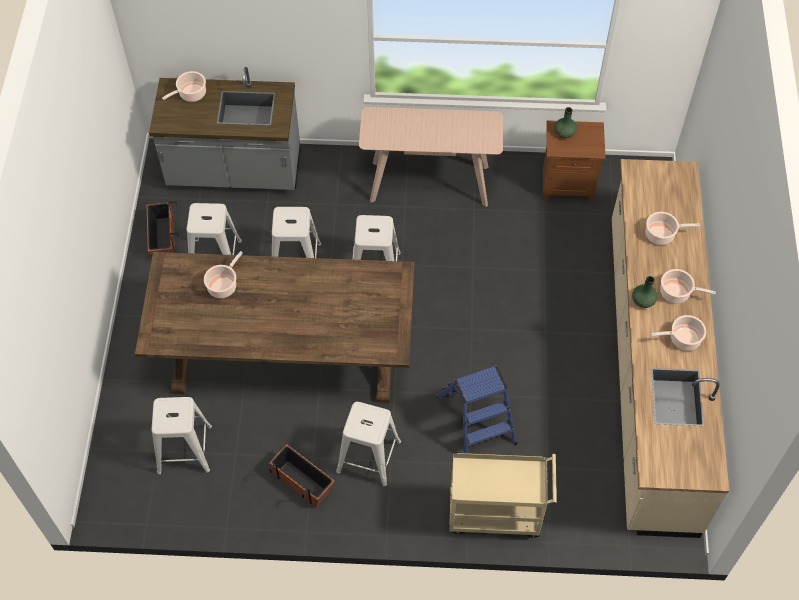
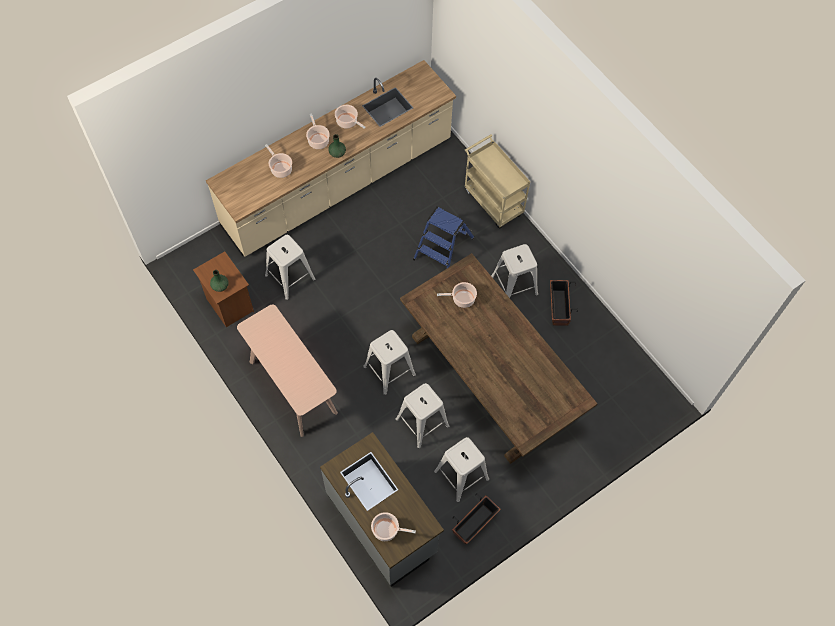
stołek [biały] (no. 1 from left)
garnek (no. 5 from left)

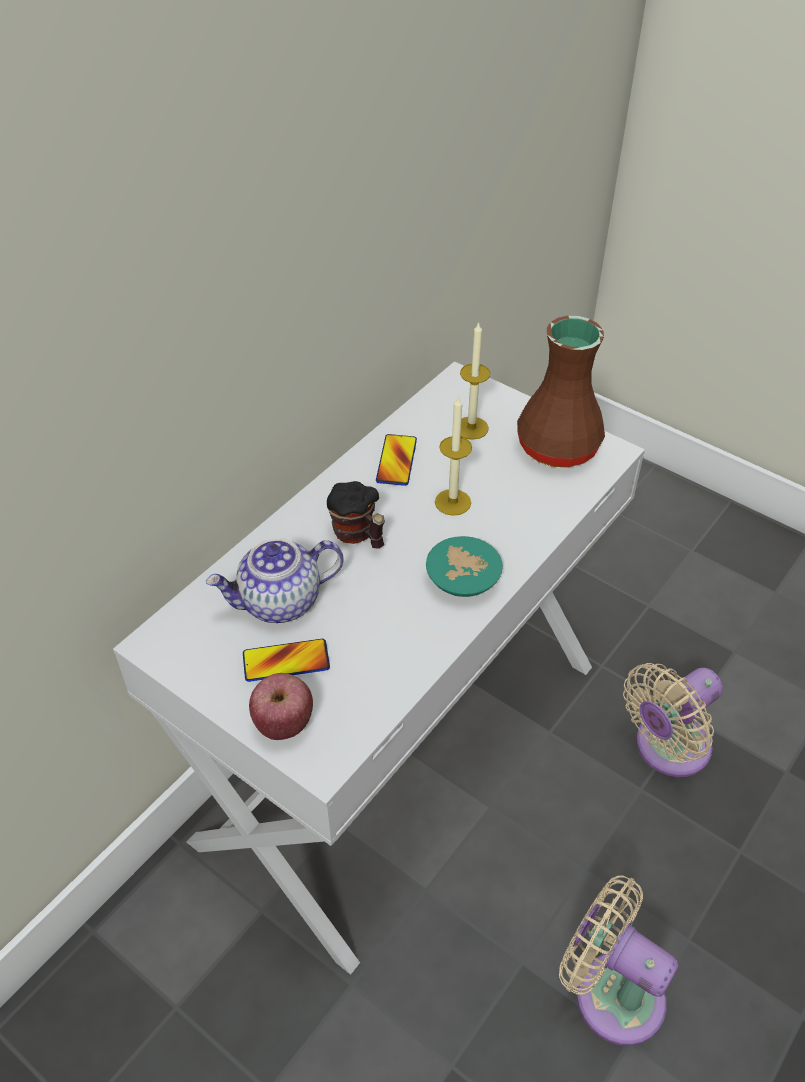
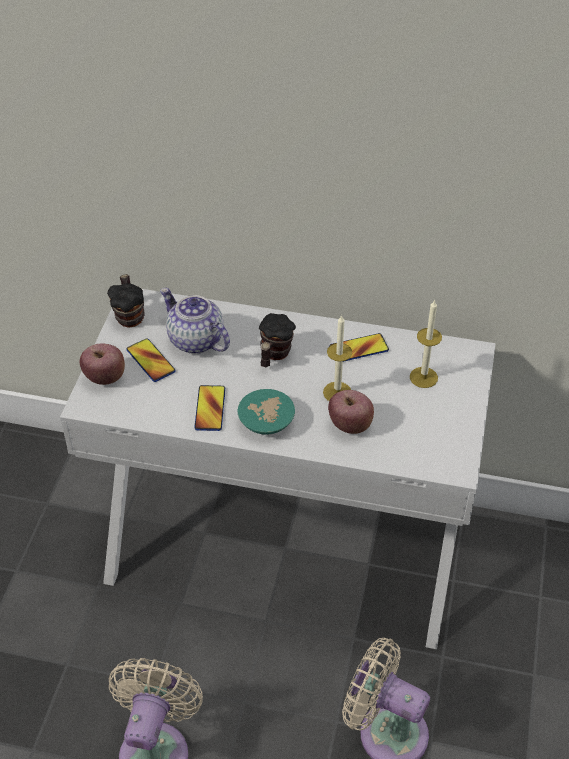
wazon [brązowy]
kubek (no. 1 from left)
telefon (no. 2 from left)
jabłko (no. 2 from left)

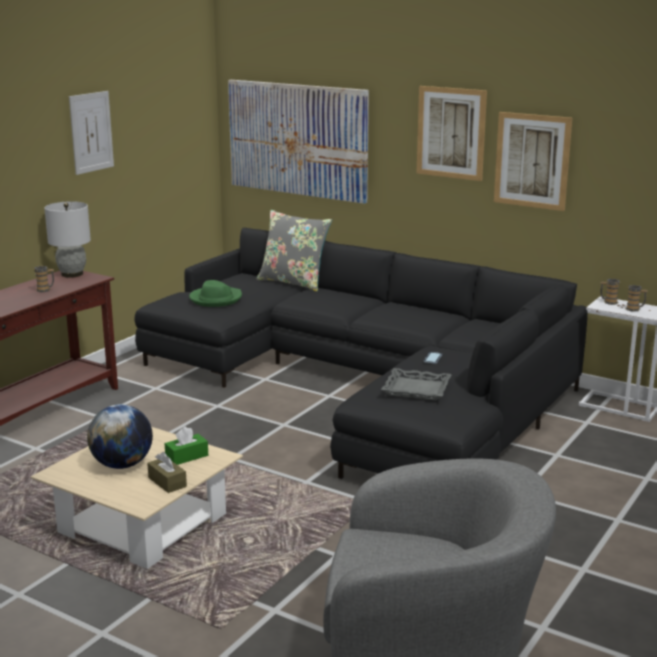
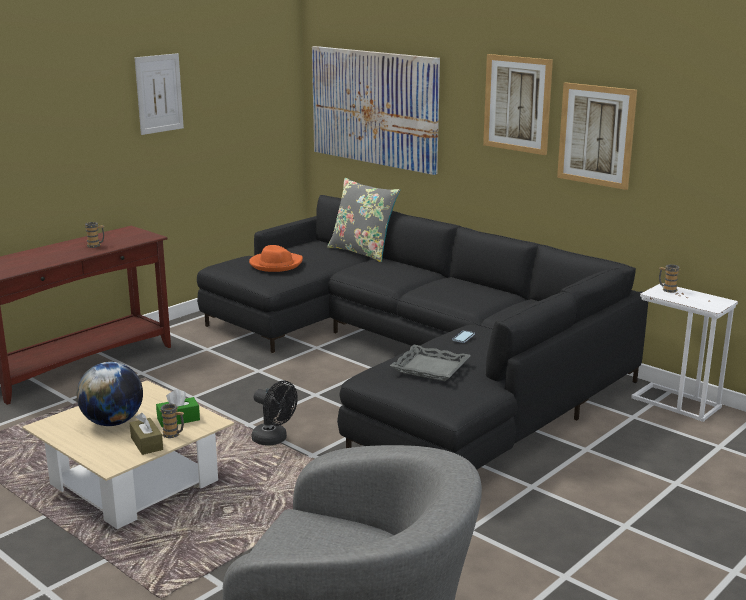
lampa stołowa [biały]
kapelusz [pomarańczowy]
kubek (no. 2 from left)
wentylator [czarny]

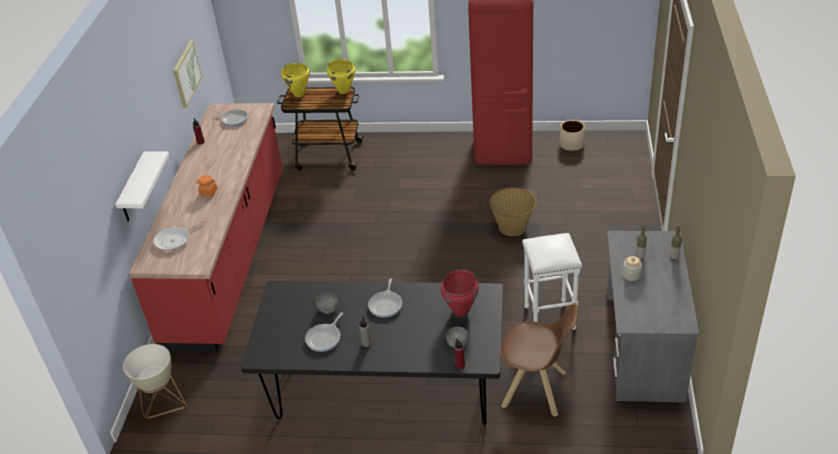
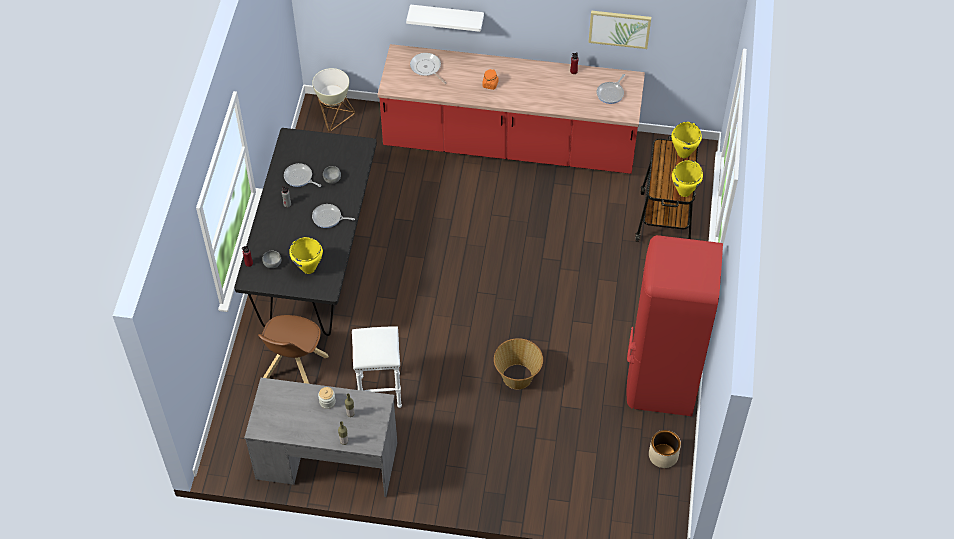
garnek [żółty] (no. 1 from left)

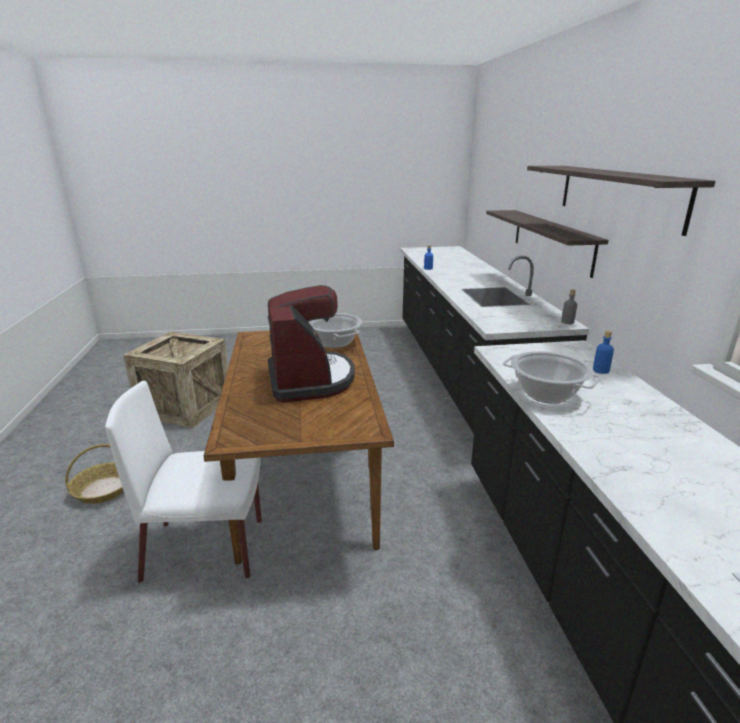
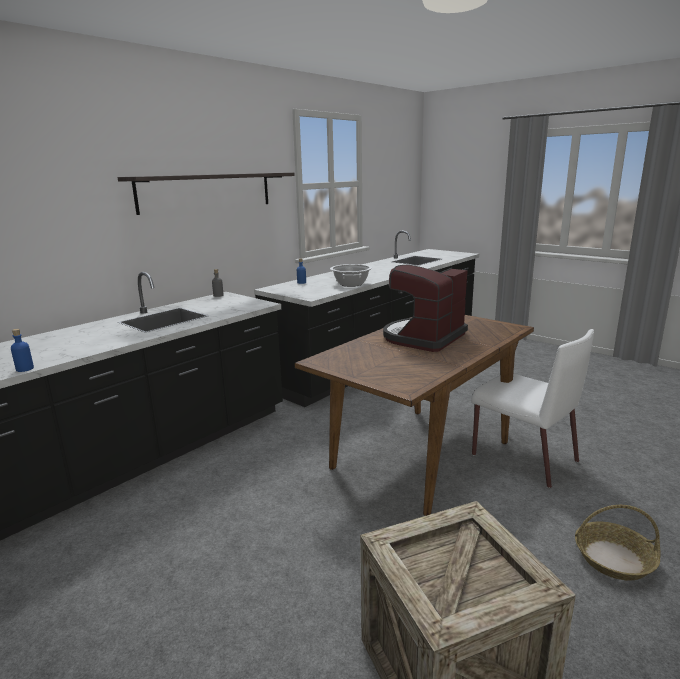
garnek (no. 1 from left in the first image)
półka (no. 1 from left in the first image)

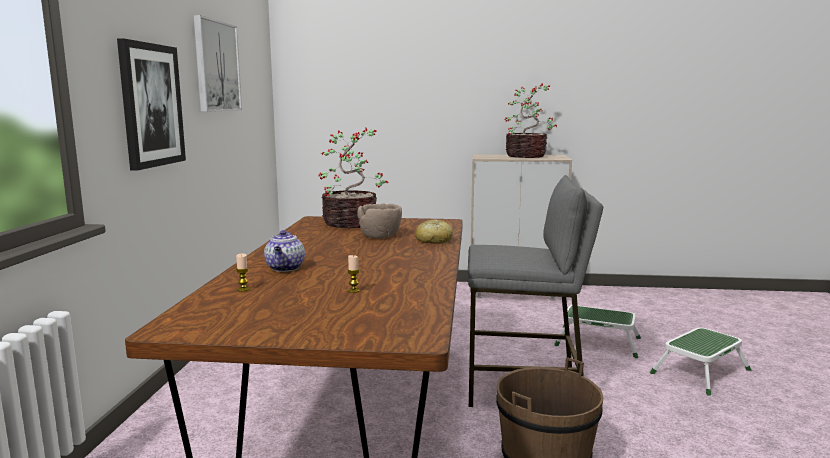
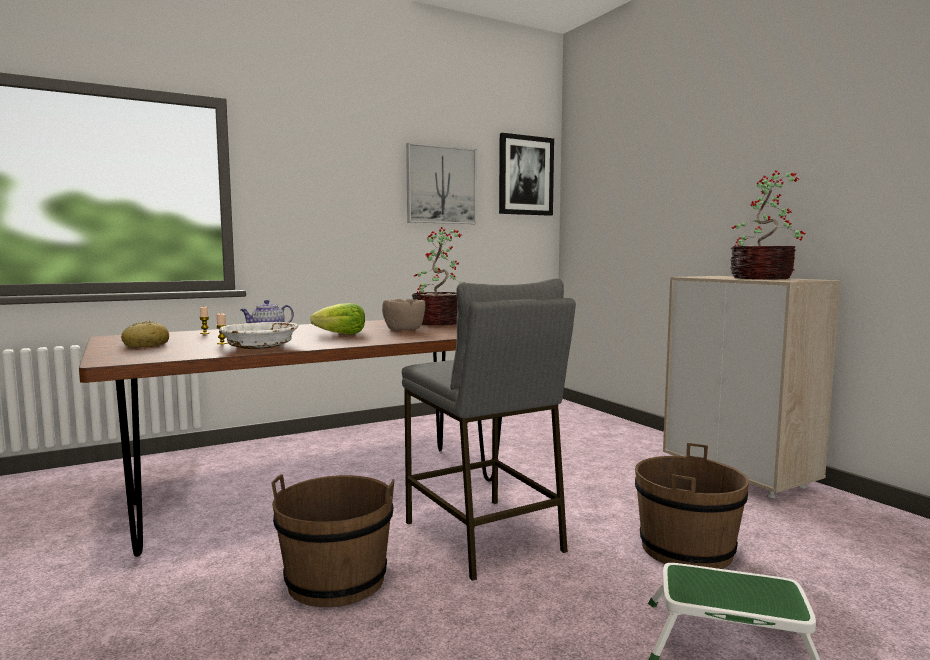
obraz (no. 2 from left)
chleb
wiadro [brązowy] (no. 2 from left)
miska [biały]
sałata

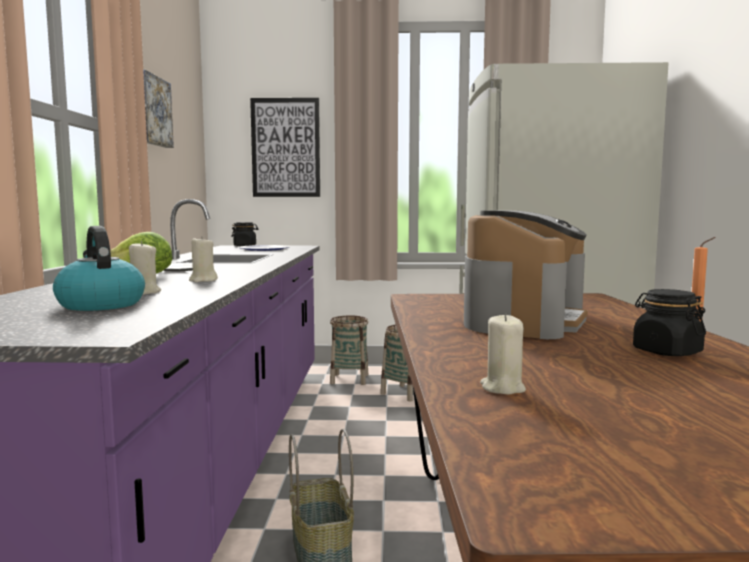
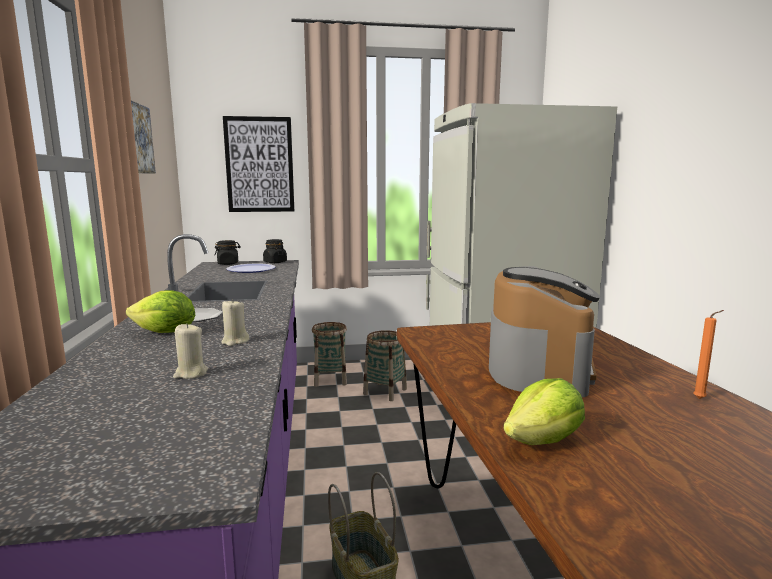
czajnik
świeca [beżowy] (no. 3 from left in the first image)
słoik [czarny] (no. 2 from left)
sałata (no. 2 from left)

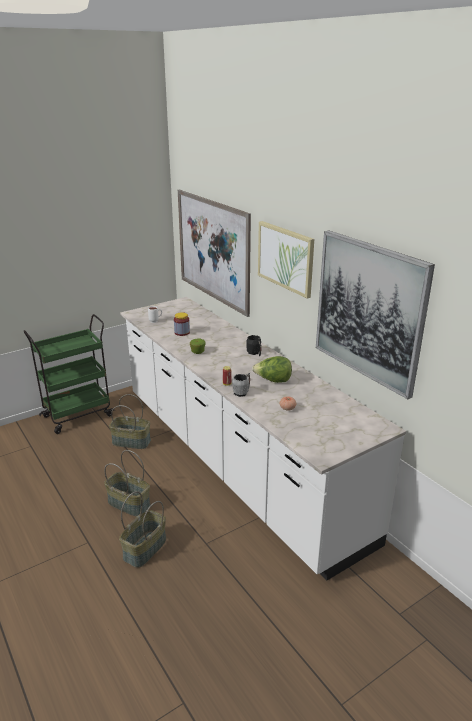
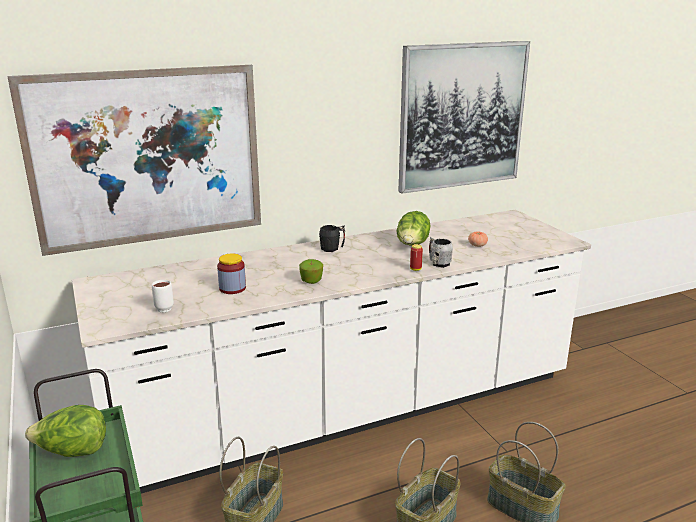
obraz (no. 2 from left in the first image)
sałata (no. 1 from left)

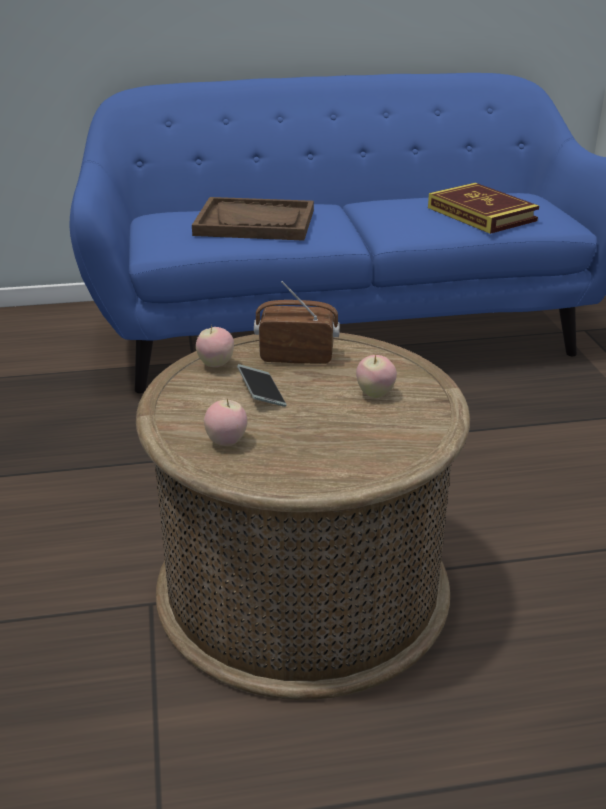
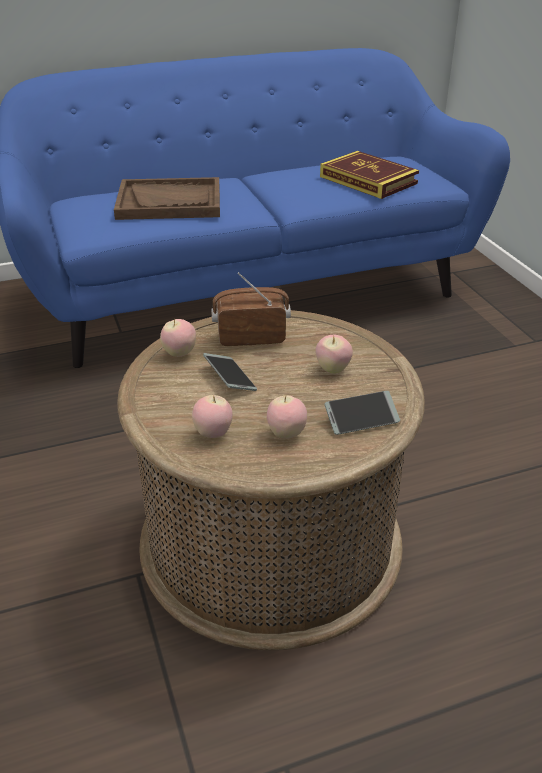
jabłko (no. 3 from left)
telefon (no. 2 from left)

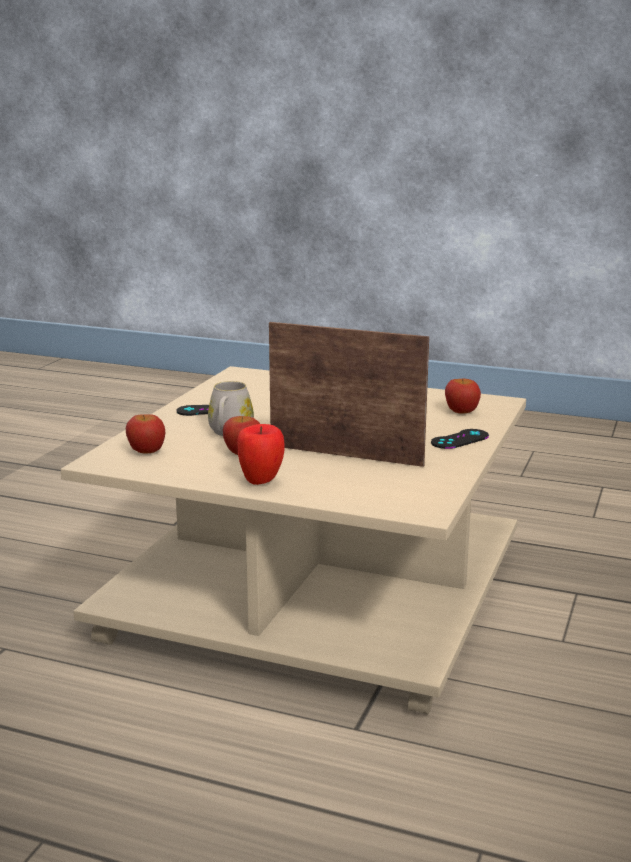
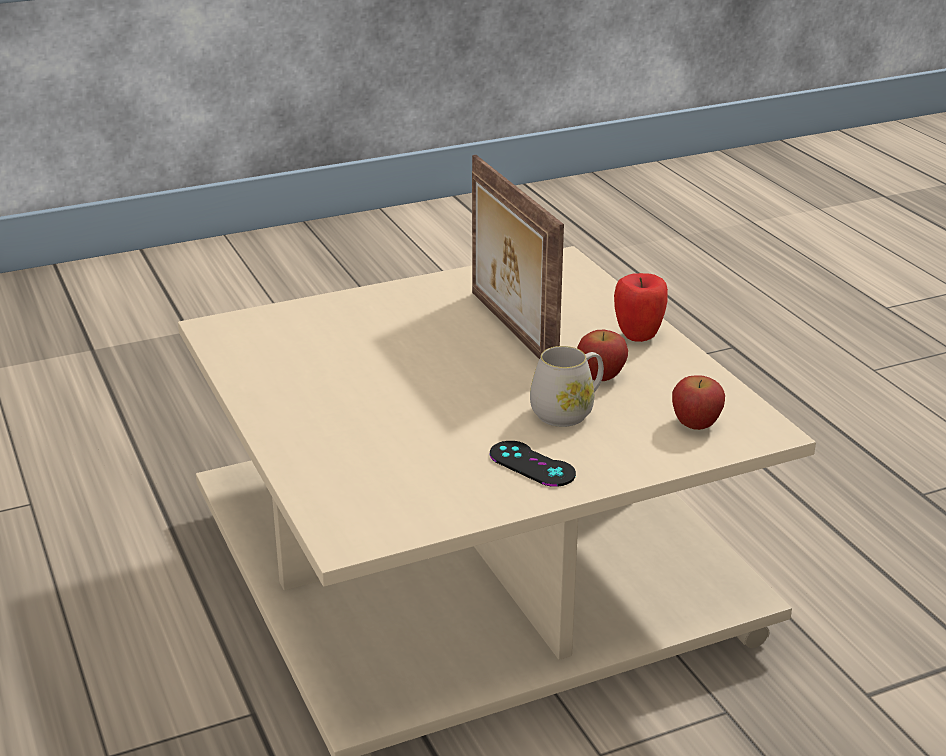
pad do gier [czarny] (no. 2 from left in the first image)
jabłko (no. 4 from left in the first image)

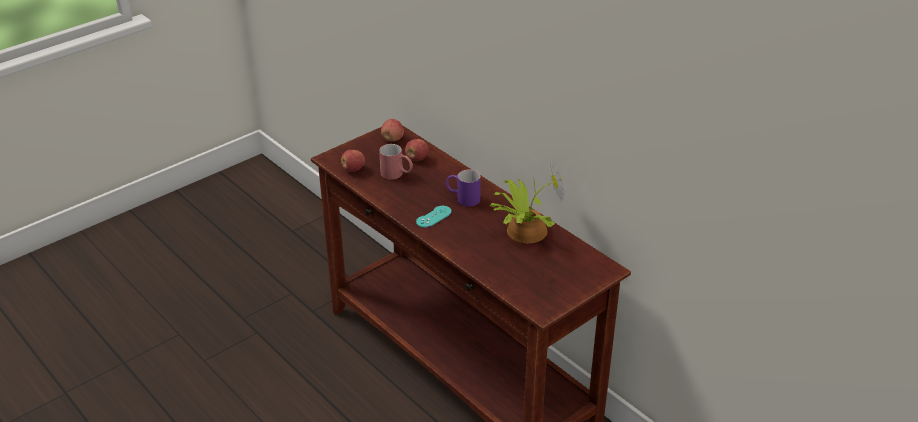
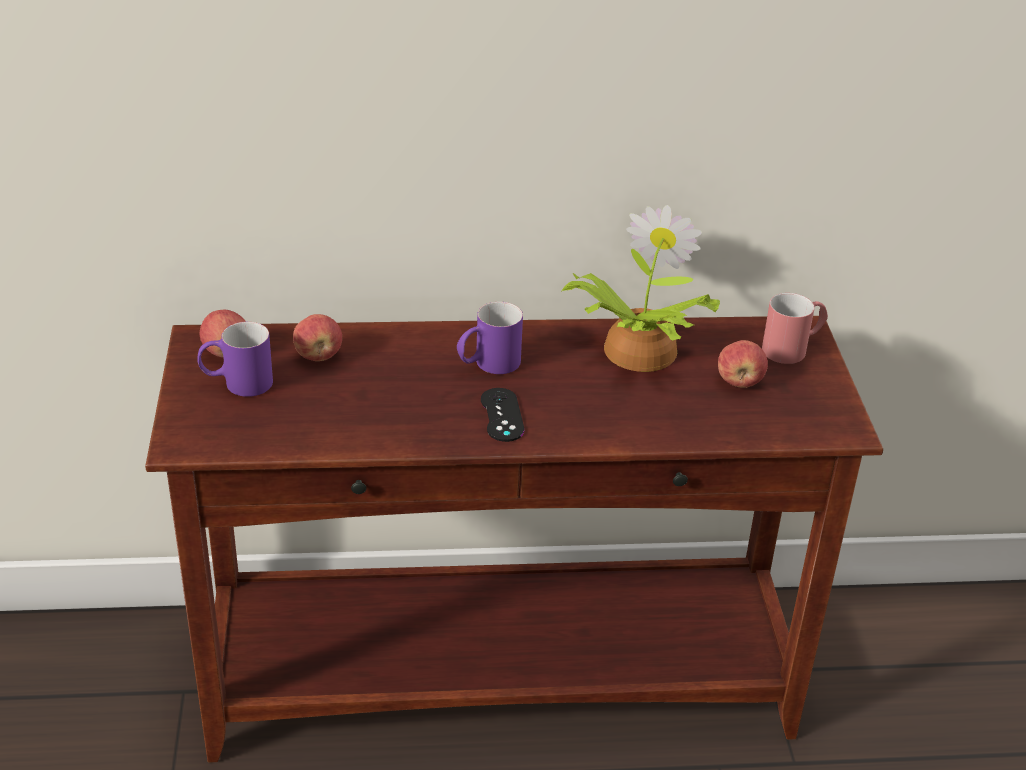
jabłko (no. 3 from left)
kubek [czerwony]
pad do gier [czarny]
kubek [fioletowy] (no. 1 from left)

